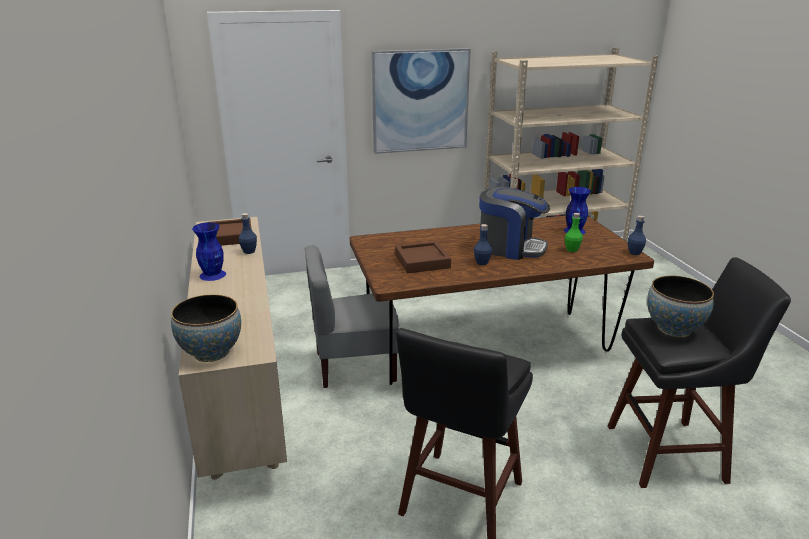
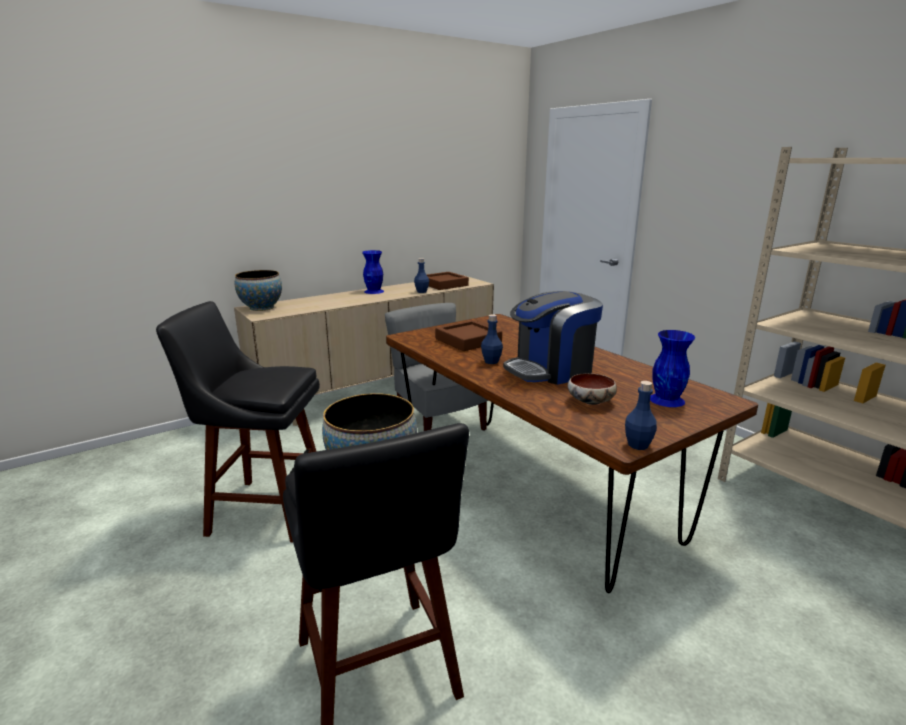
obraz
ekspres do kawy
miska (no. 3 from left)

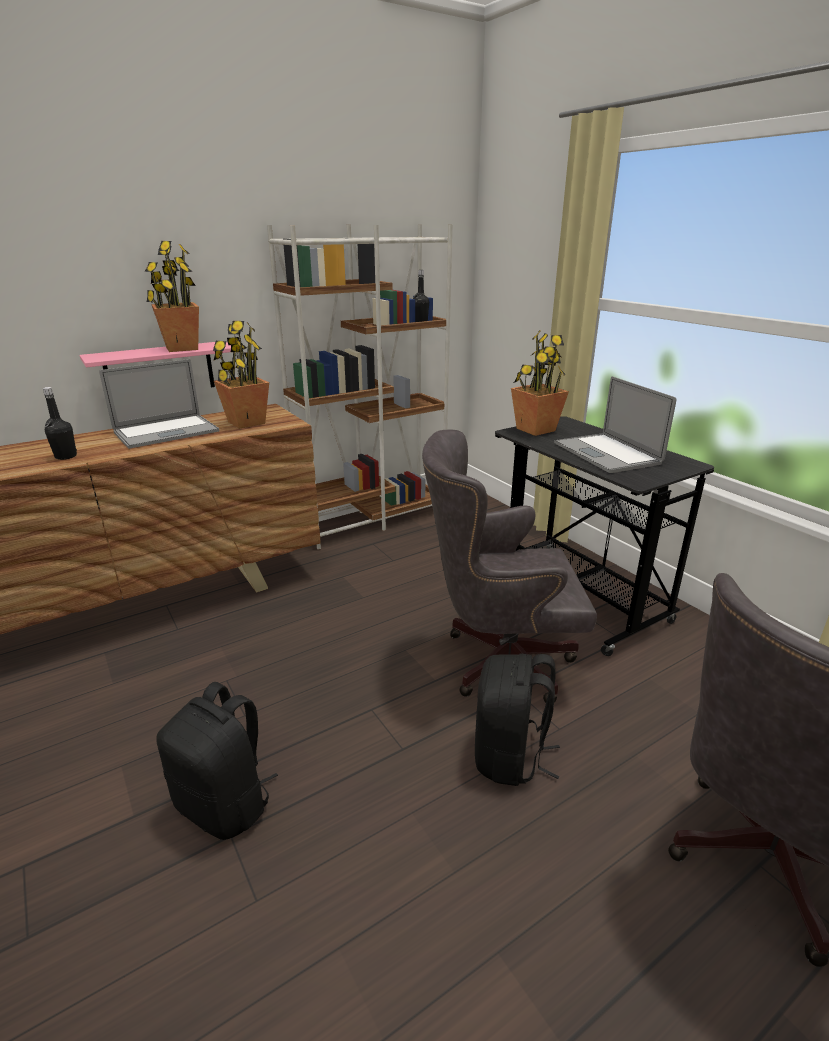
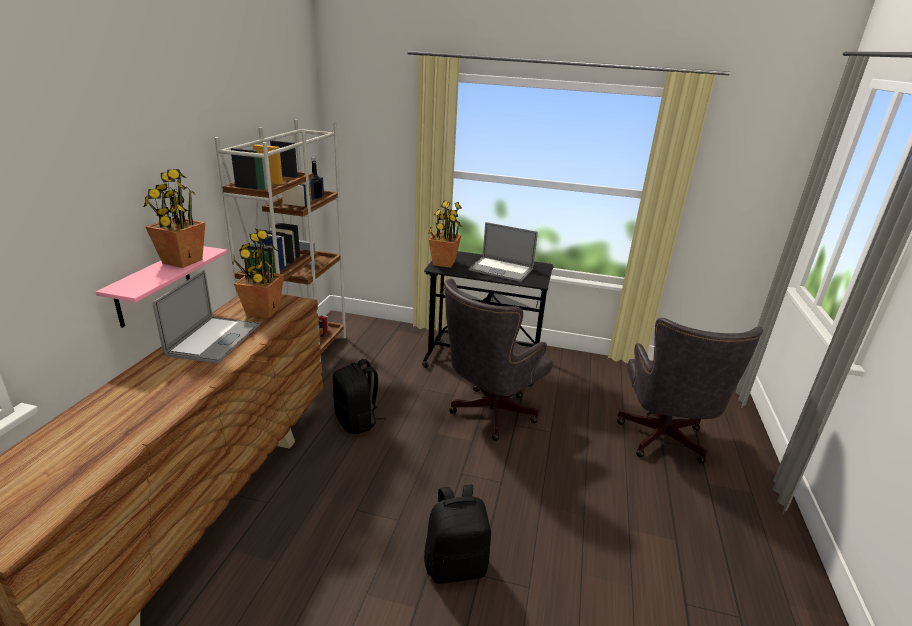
butelka [czarny] (no. 1 from left in the first image)
plecak [czarny] (no. 1 from left)

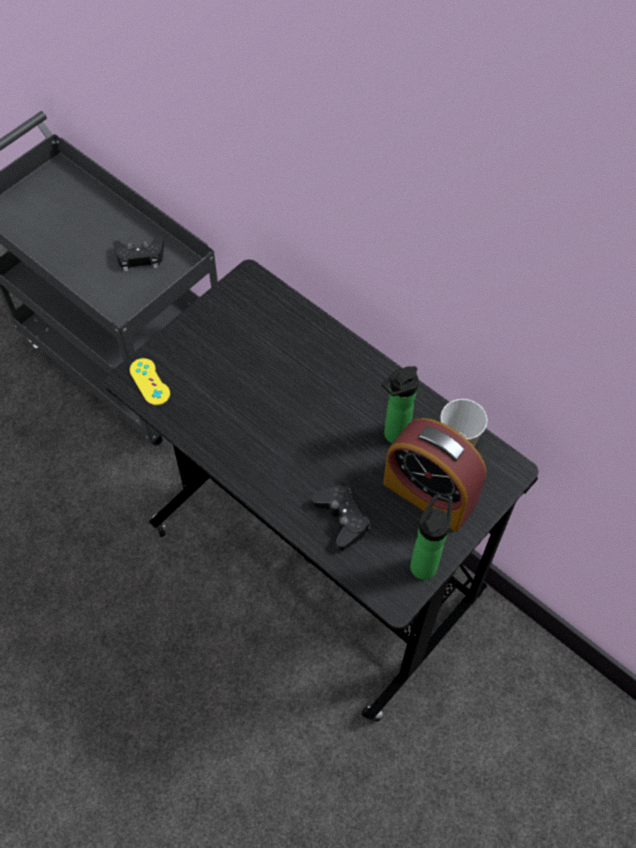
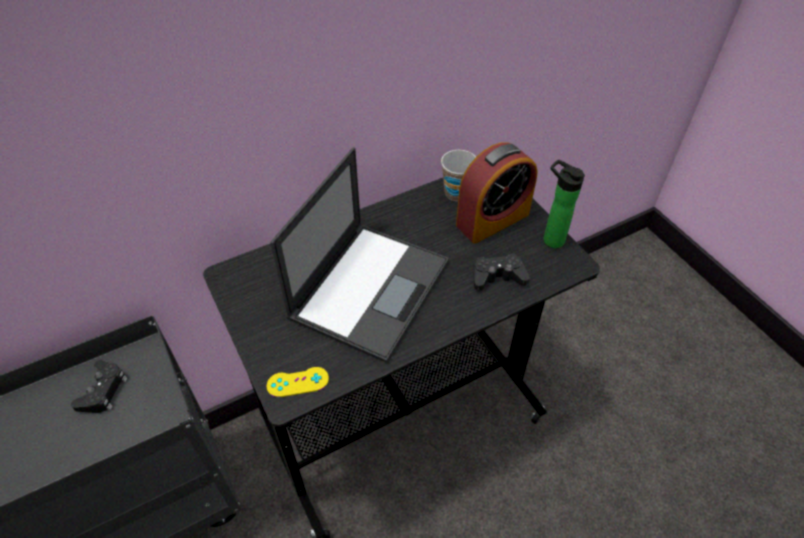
butelka (no. 1 from left in the first image)
laptop

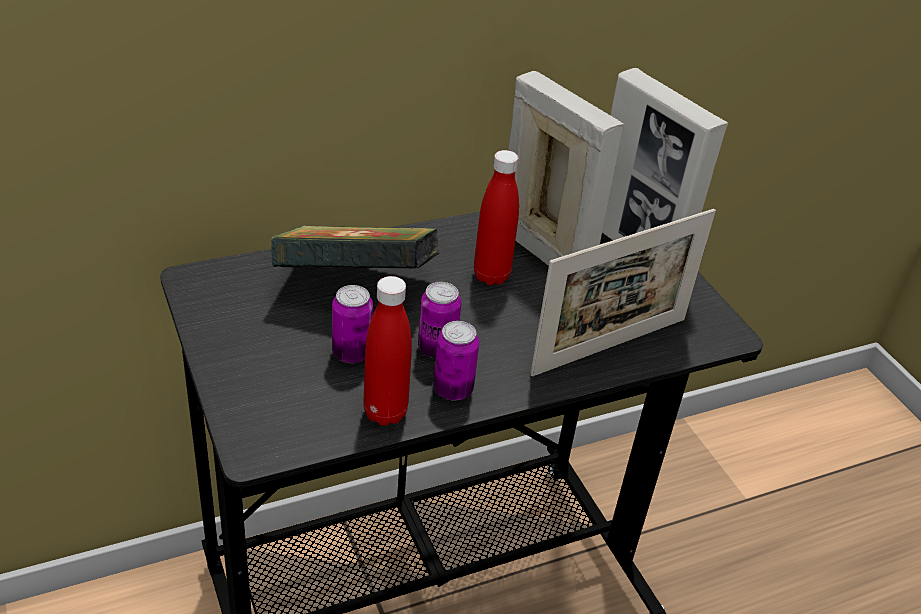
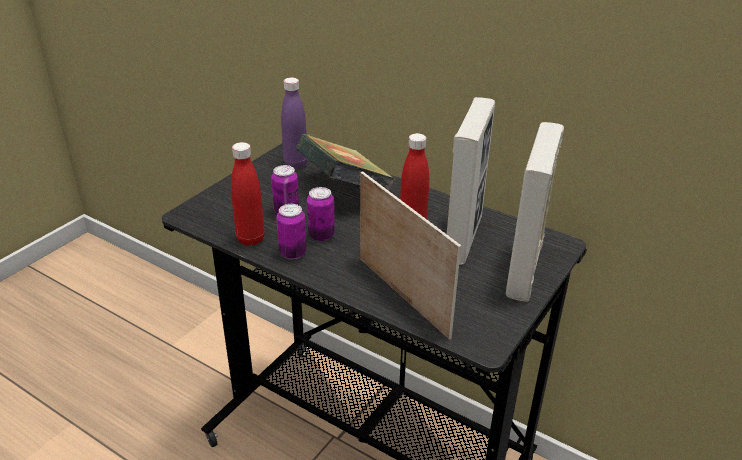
ramka na zdjęcie (no. 1 from left)
butelka [fioletowy]

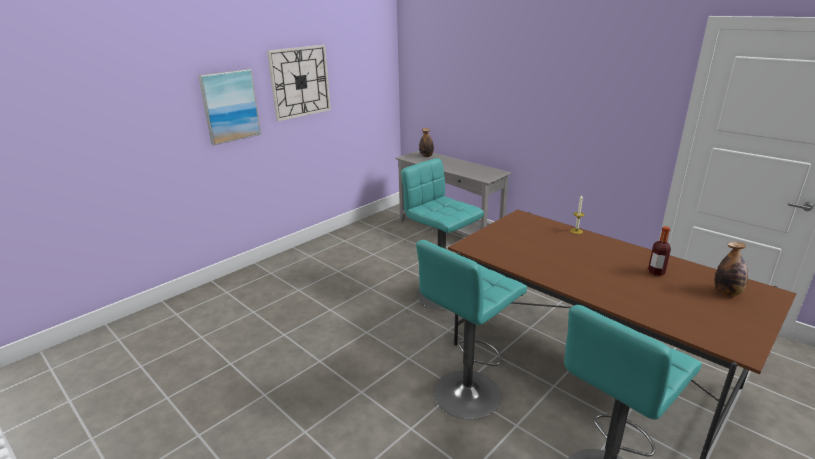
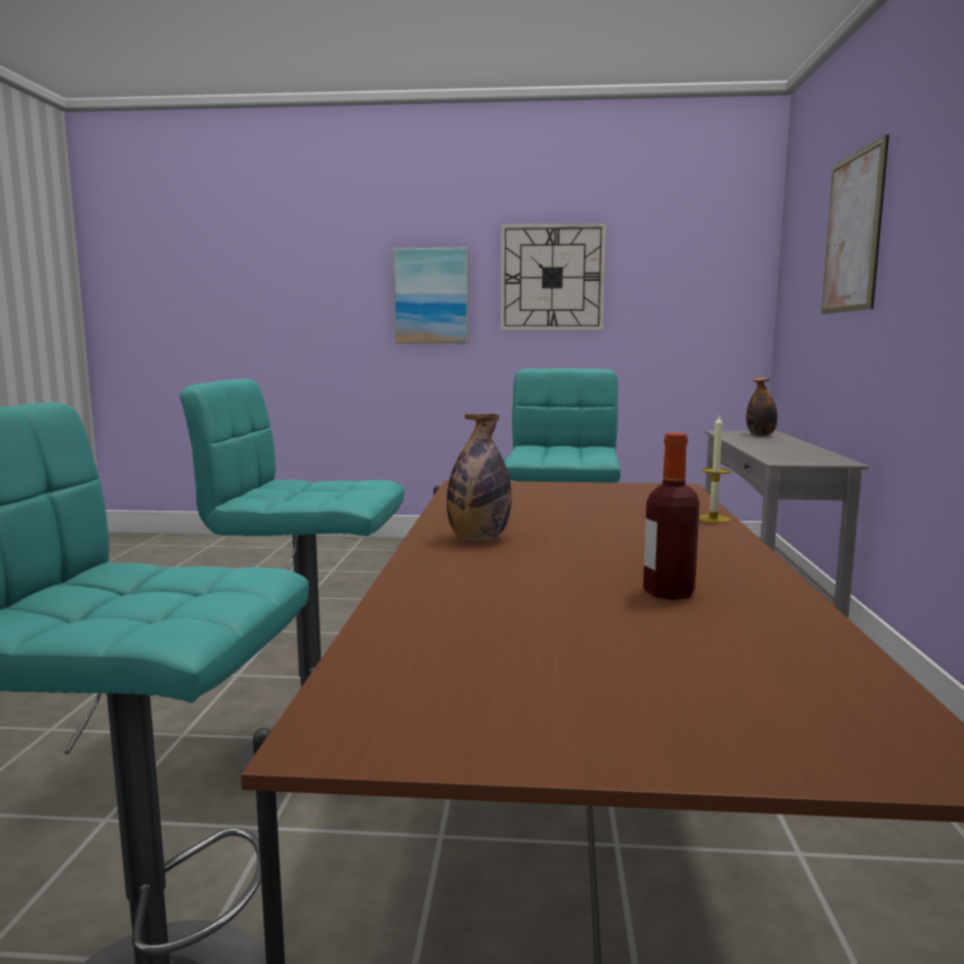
butelka (no. 1 from left)
obraz (no. 2 from left)

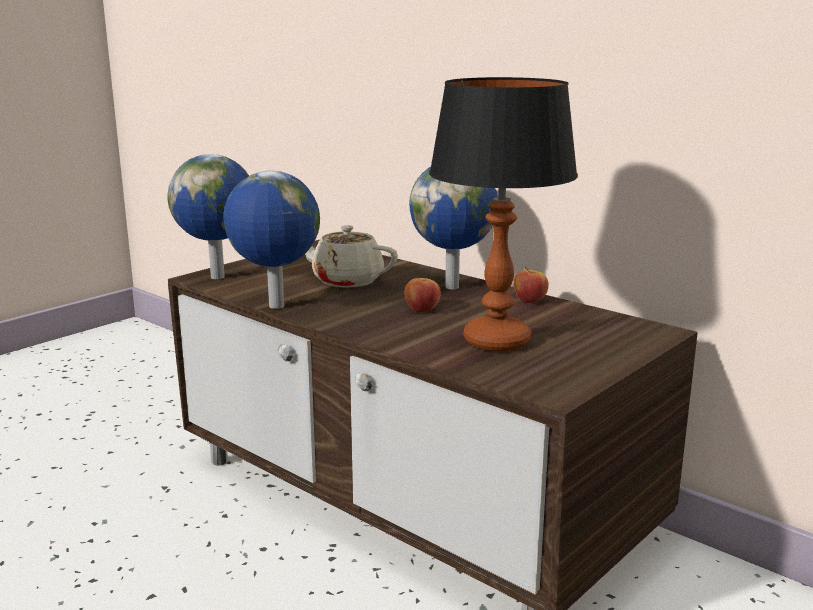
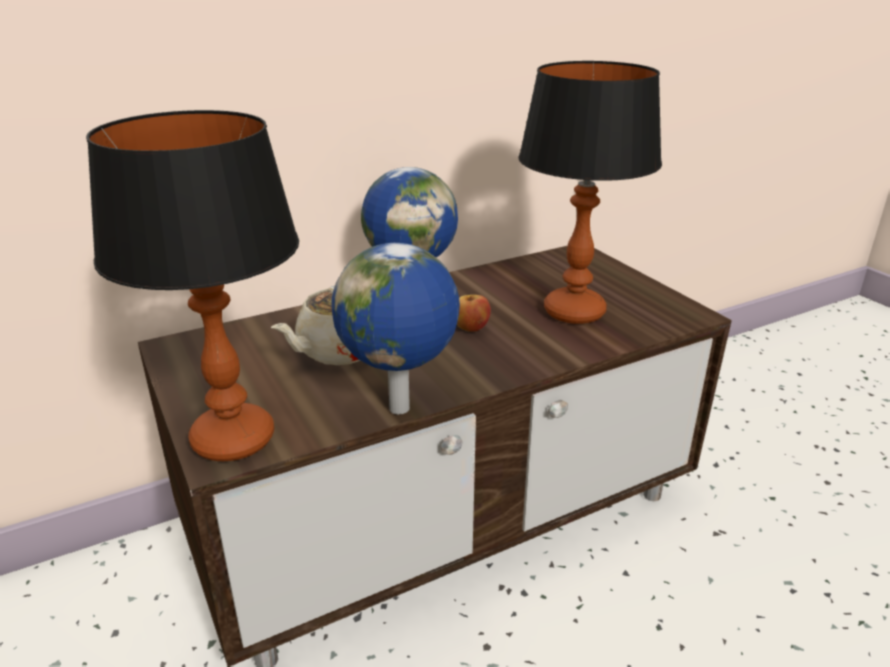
lampa stołowa (no. 1 from left)
jabłko (no. 2 from left in the first image)

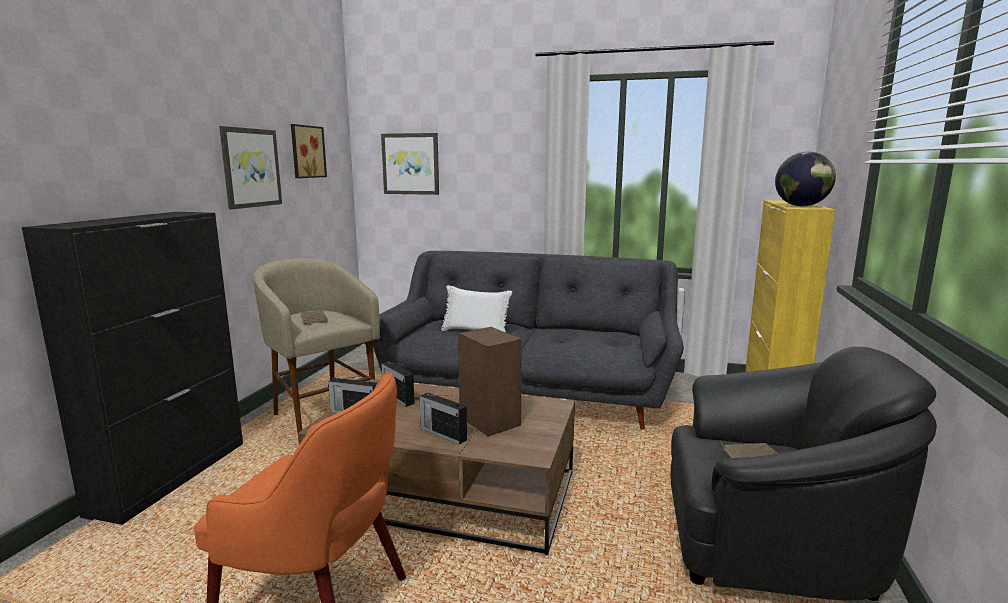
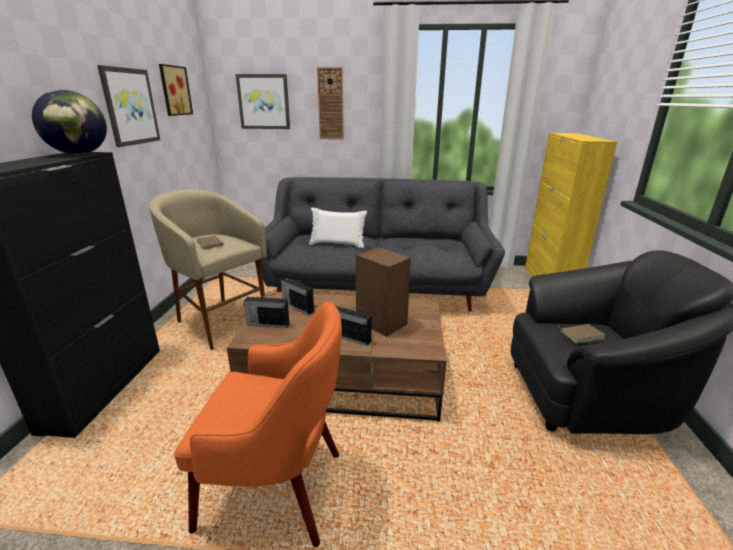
globus
zegar ścienny

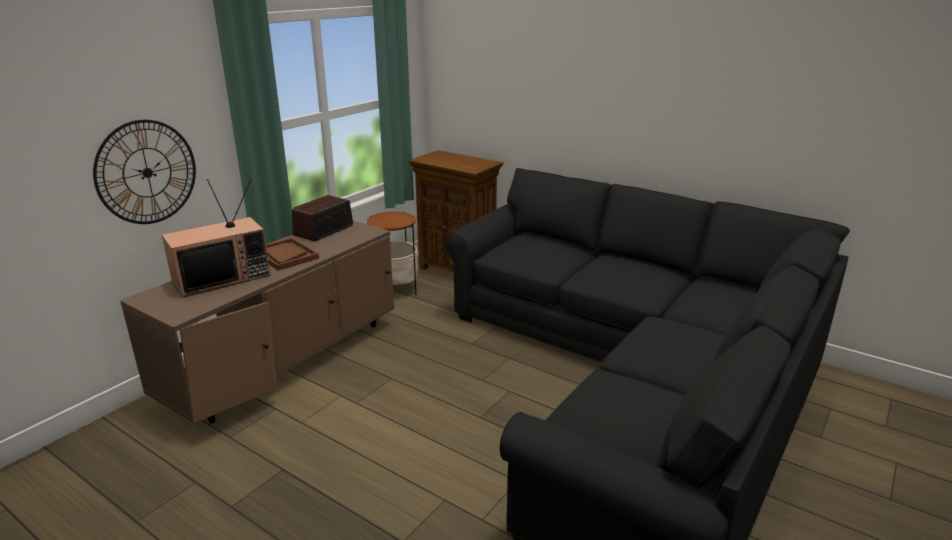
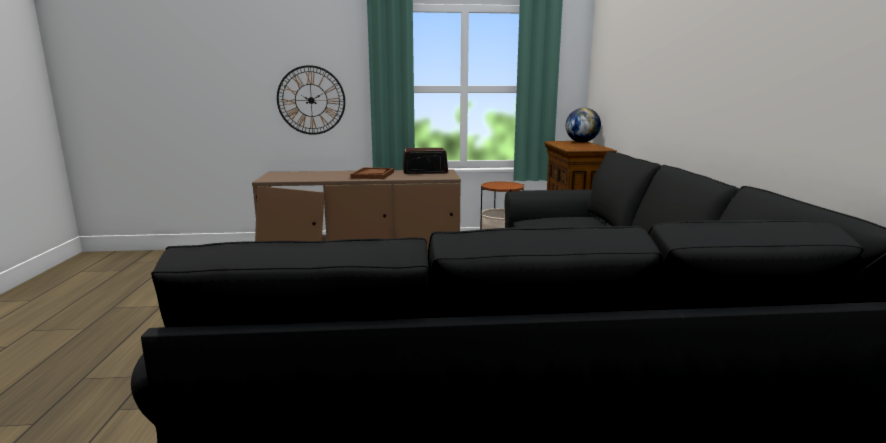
telewizor
globus

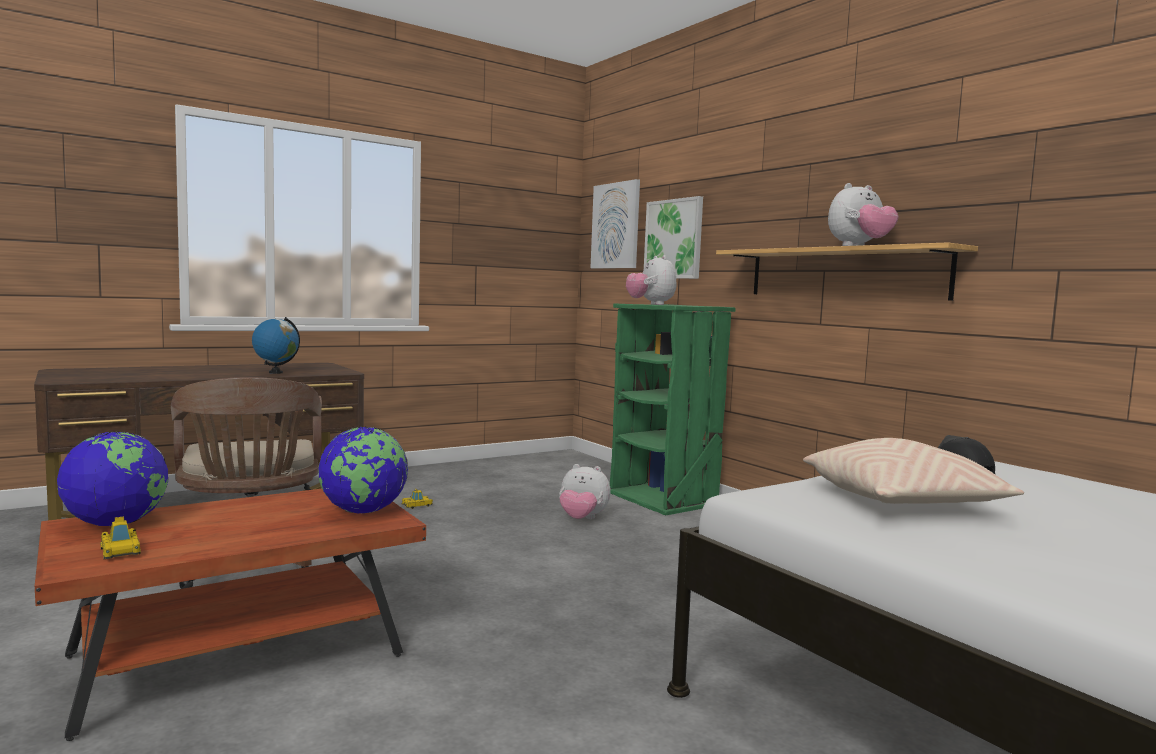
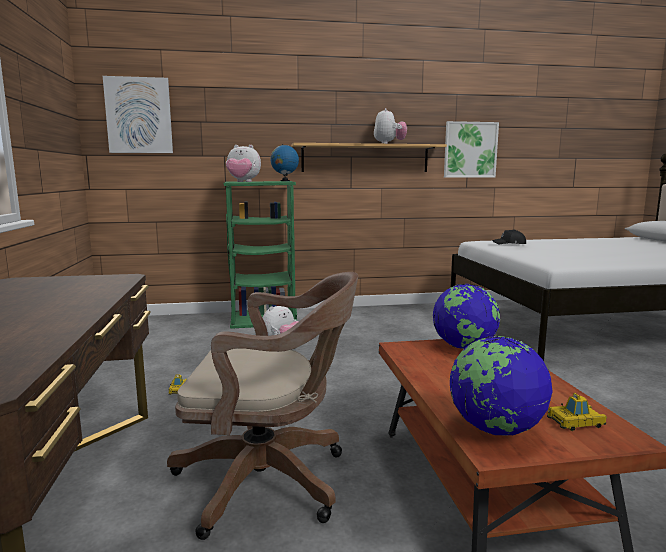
globus (no. 1 from left)
obraz (no. 2 from left)
poduszka [beżowy]

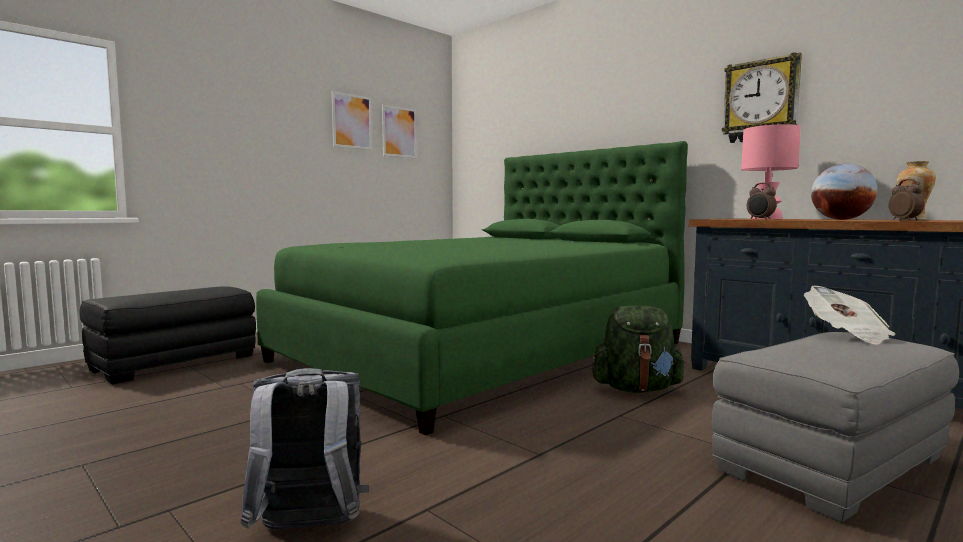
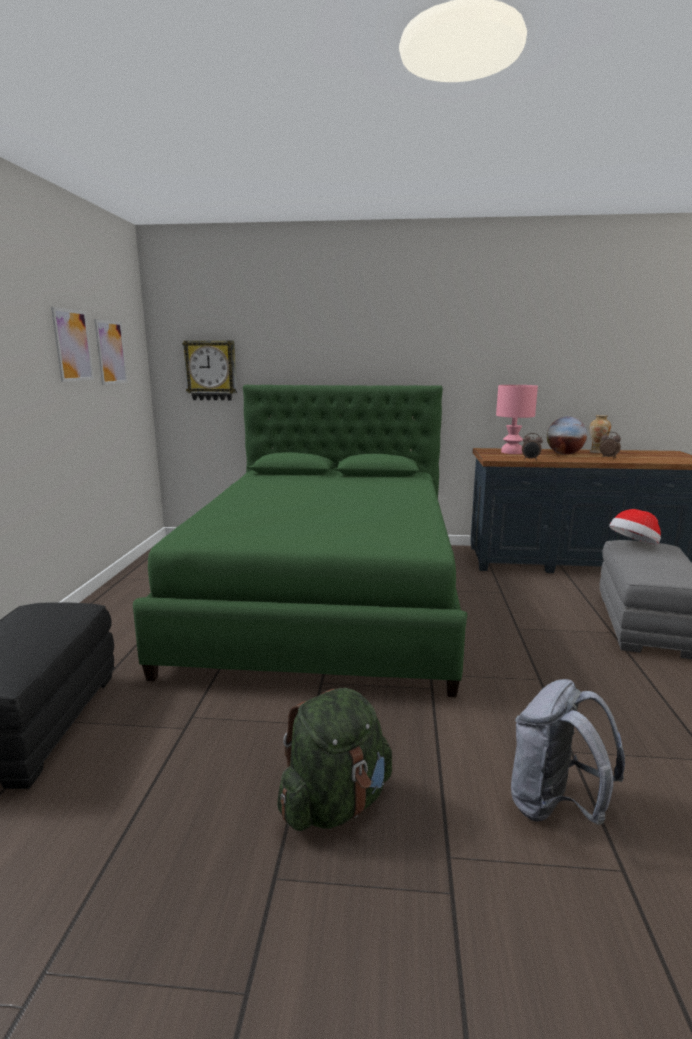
plecak [zielony]
zegar ścienny
kapelusz

